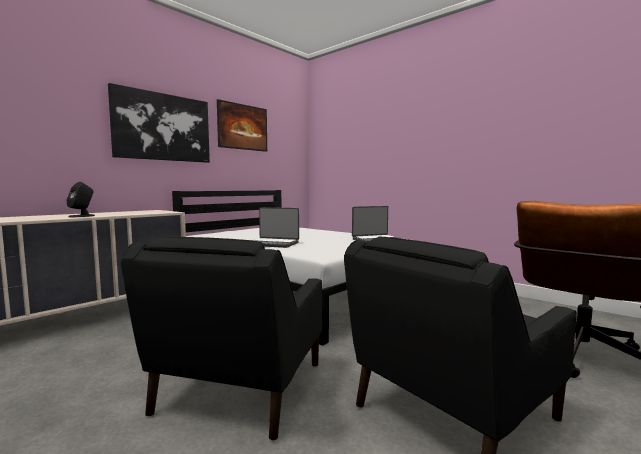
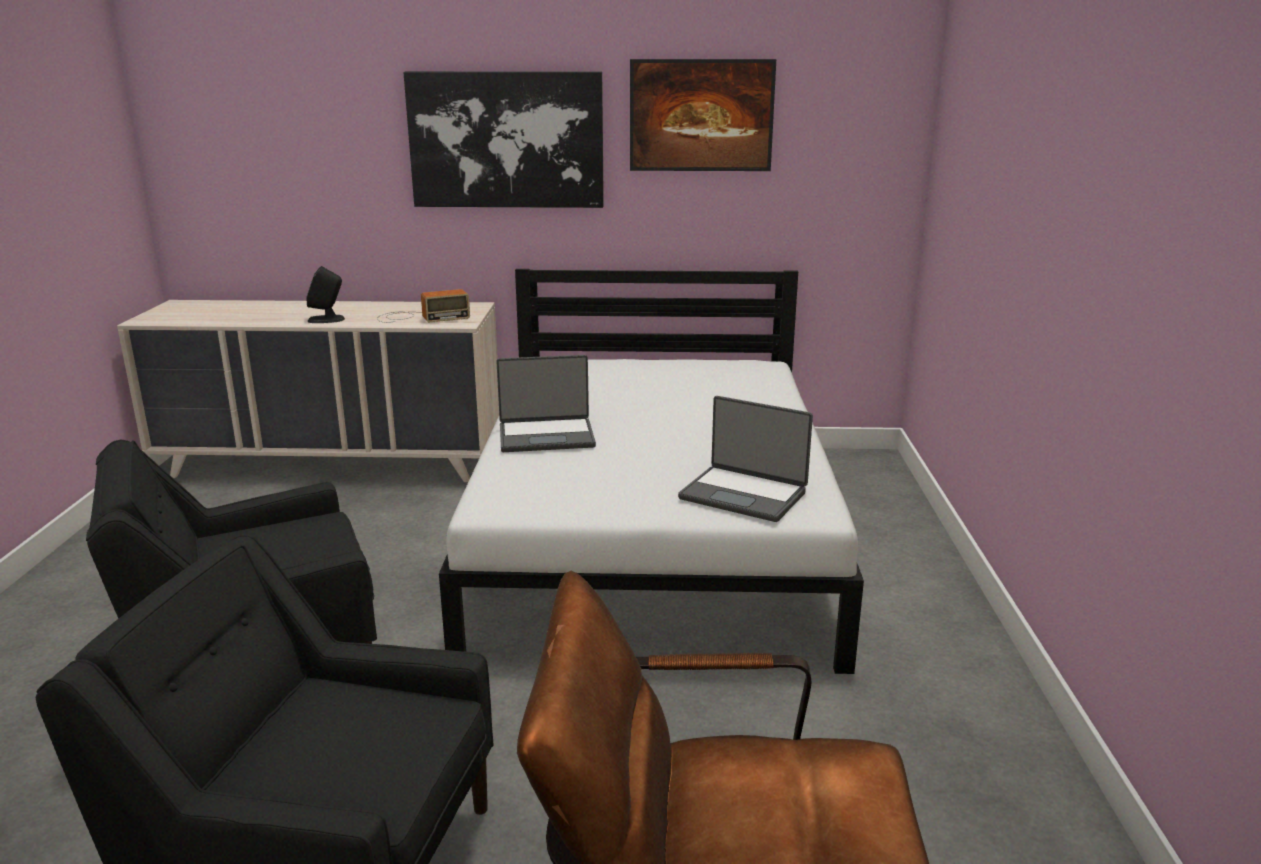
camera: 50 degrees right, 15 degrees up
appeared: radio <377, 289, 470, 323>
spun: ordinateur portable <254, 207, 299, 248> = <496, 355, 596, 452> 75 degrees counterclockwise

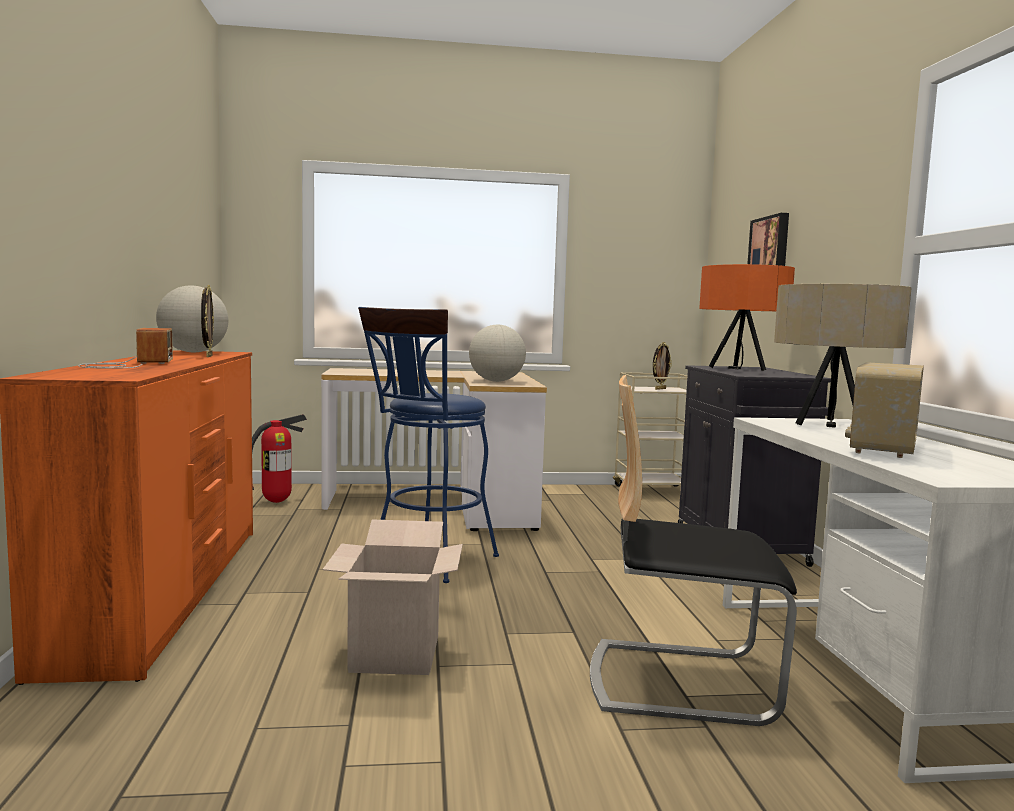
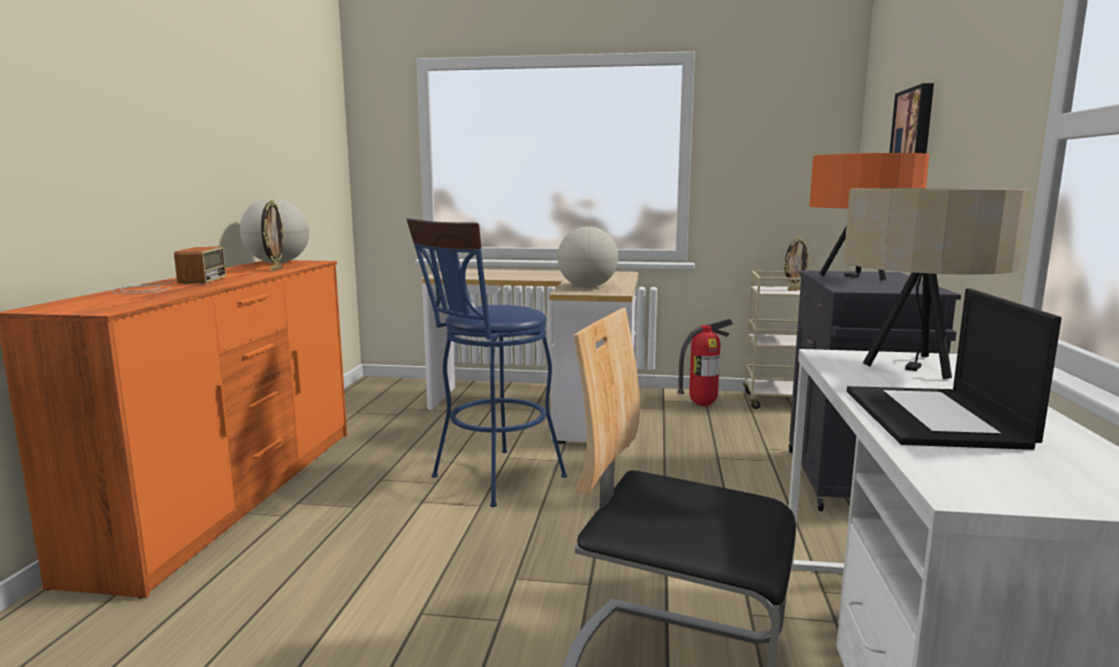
camera: 15 degrees right, 5 degrees up
missing: carton <323, 519, 463, 675>
relocated: extincteur <252, 414, 307, 503> to <677, 319, 733, 406>
exchanged: radio <845, 362, 924, 458> to ordinateur portable <847, 289, 1061, 450>

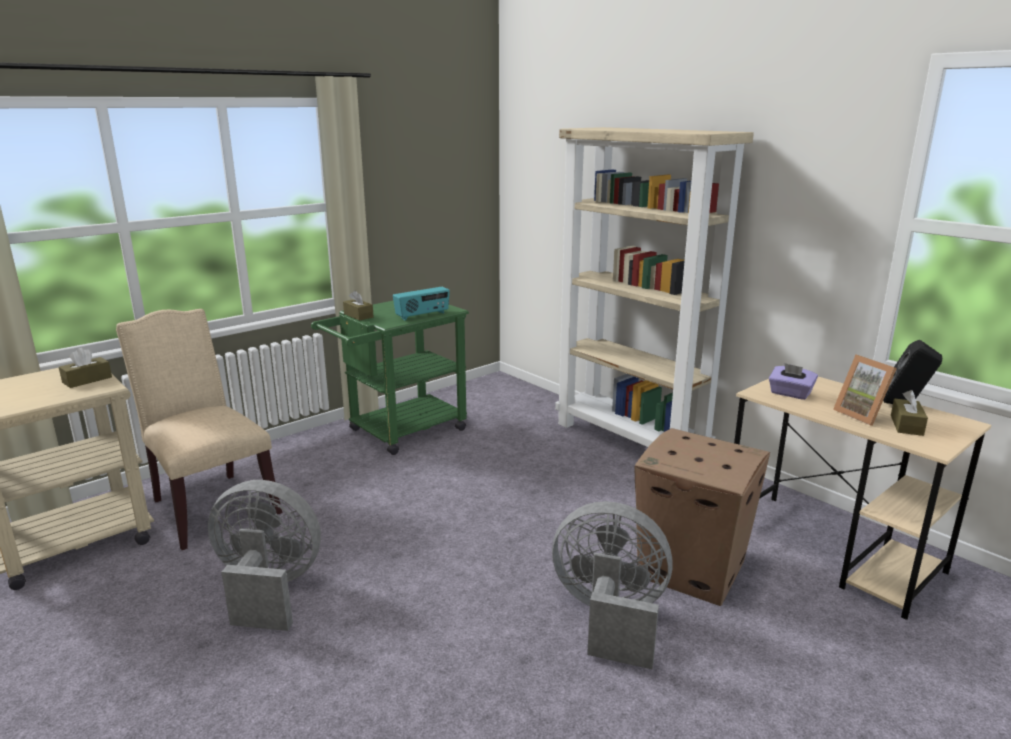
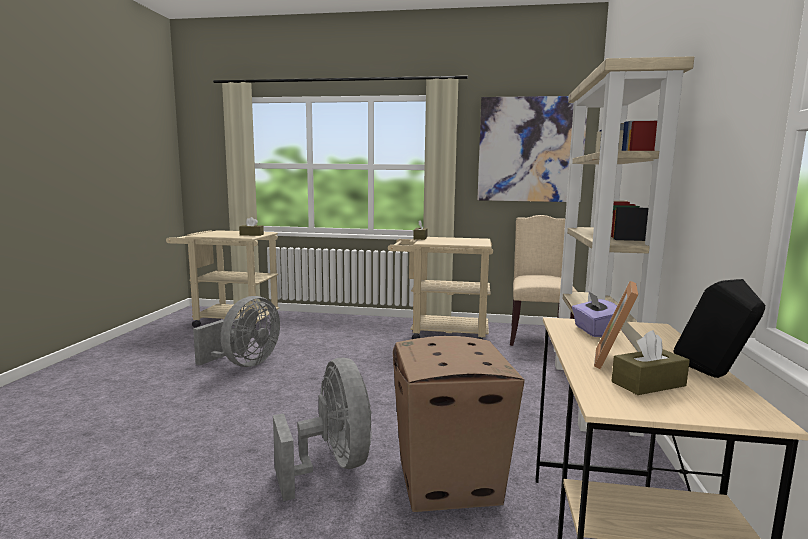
camera: 50 degrees right, 10 degrees down
missing: radio <393, 287, 450, 321>
appeared: tableau <477, 96, 588, 202>
relocated: chaise (beige) <116, 309, 283, 550> to <510, 215, 577, 346>
colour: chariot (vert) <311, 301, 469, 455> to chariot (beige) <388, 237, 493, 339>
spun: ventilateur (gris) <208, 480, 321, 631> = <193, 296, 280, 367> 60 degrees clockwise

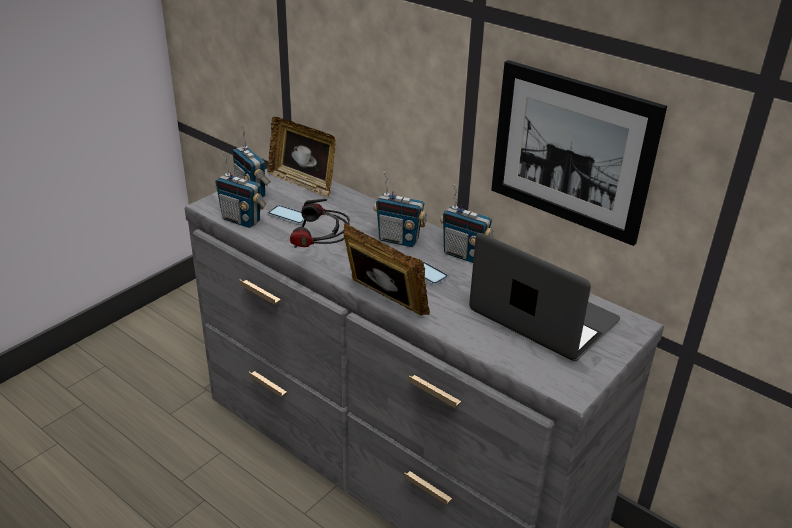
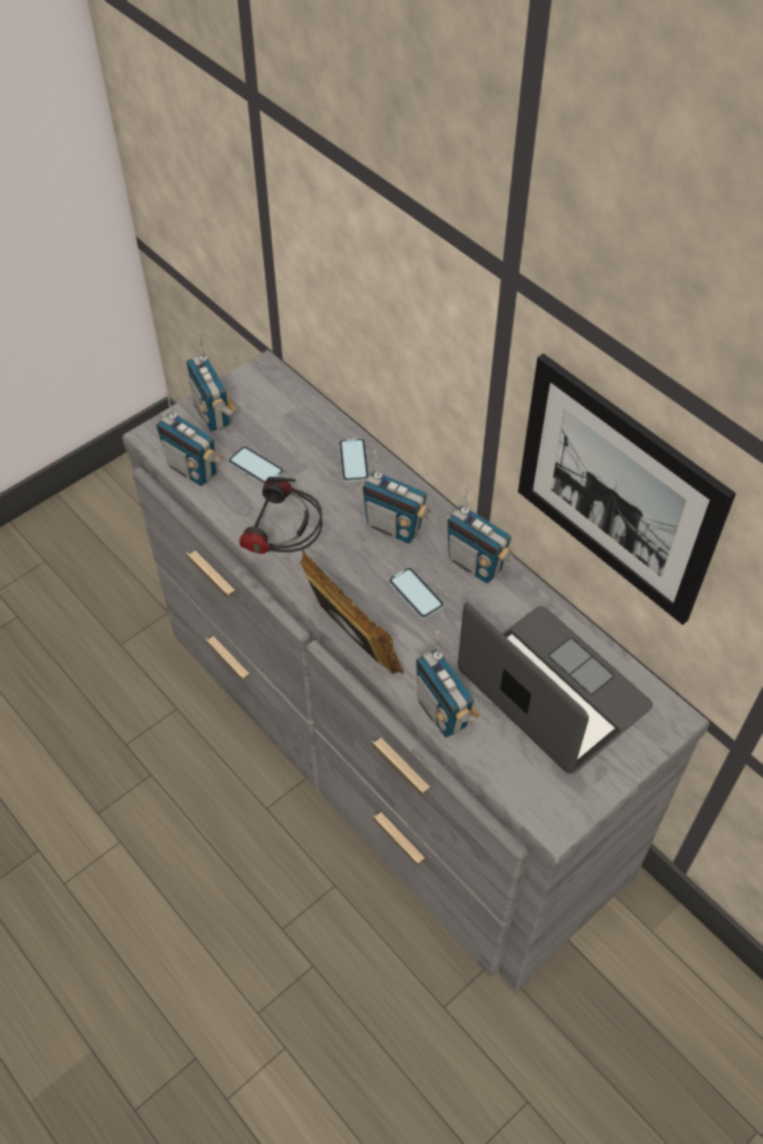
camera: 10 degrees right, 20 degrees up
missing: cadre photo <267, 117, 336, 198>
appeared: téléphone <338, 438, 370, 482>; radio <416, 631, 479, 738>

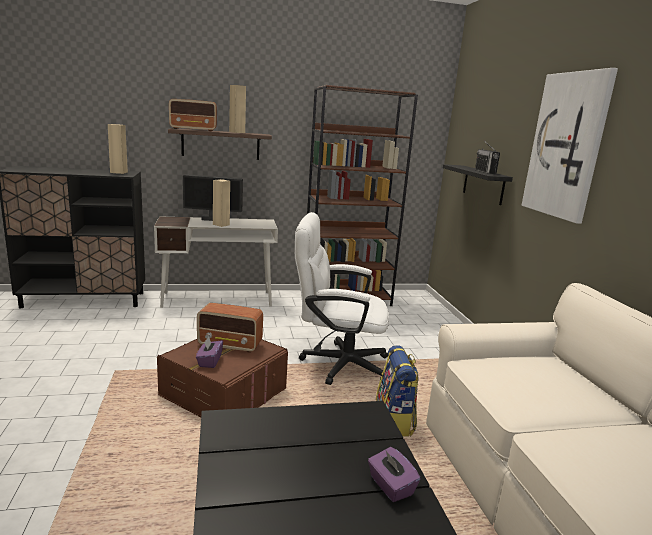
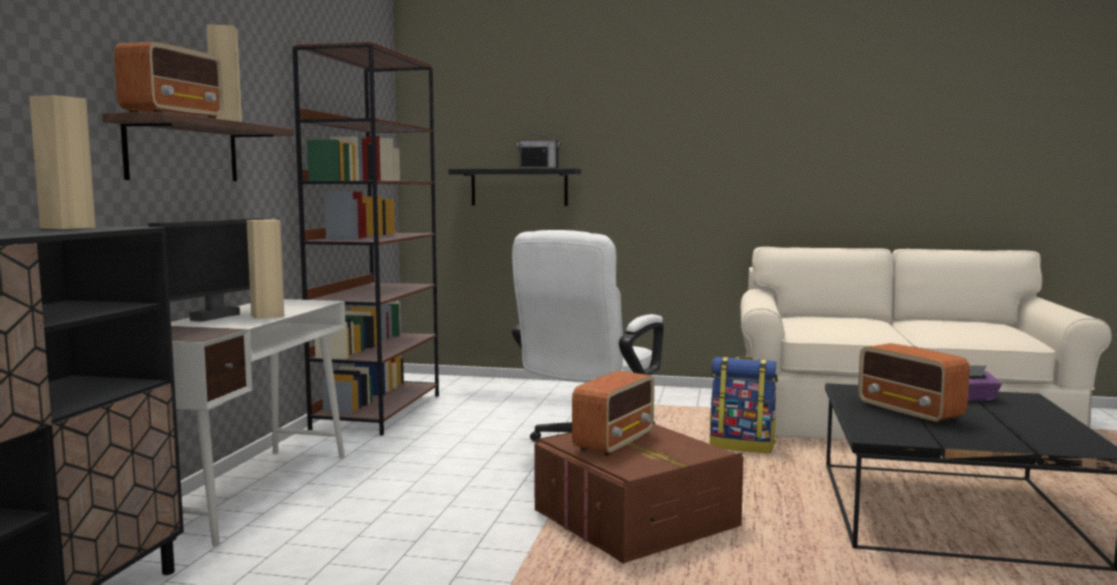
camera: 65 degrees left, 10 degrees down
missing: boîte à mouchoirs (violet) <196, 337, 223, 368>; tableau <521, 68, 618, 224>
appeared: radio <858, 343, 970, 424>

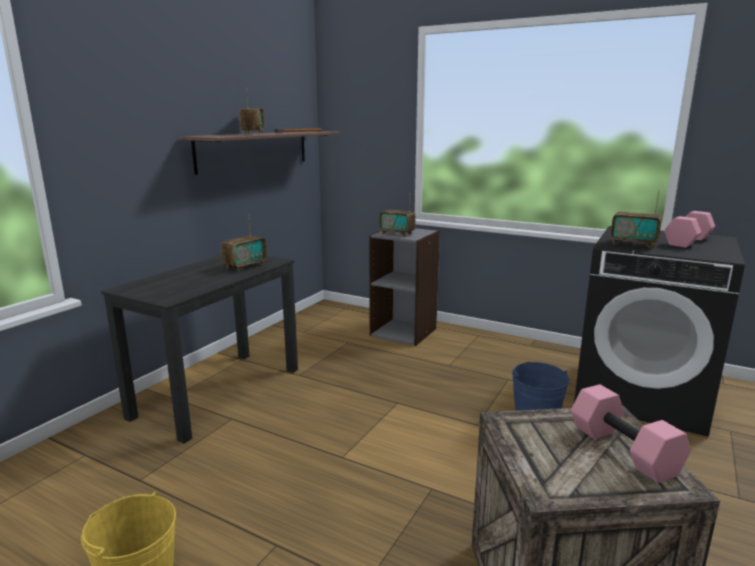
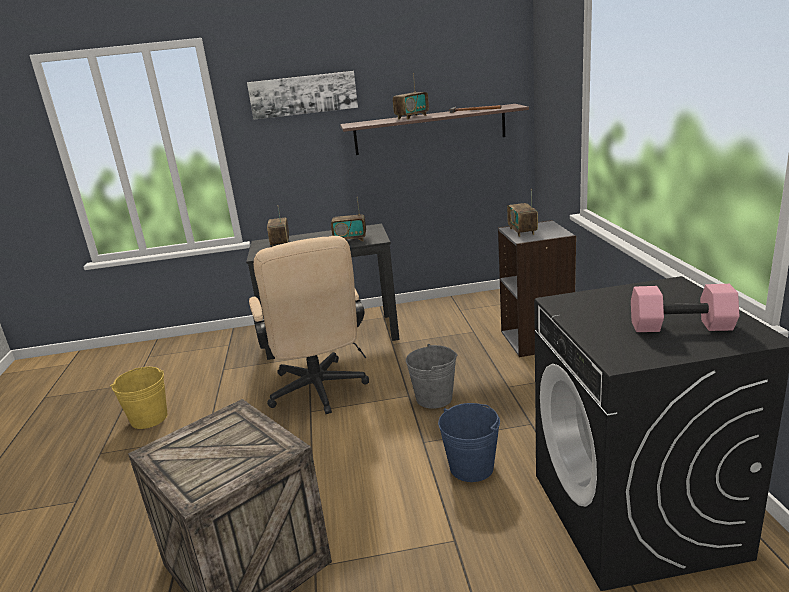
camera: 55 degrees right, 5 degrees up
missing: haltère (rose) <571, 384, 691, 483>
appeared: tableau <247, 71, 358, 120>; chaise de bureau (beige) <249, 236, 369, 414>; seau (gris) <406, 344, 457, 409>
relocated: radio <610, 190, 662, 248> to <267, 205, 289, 247>

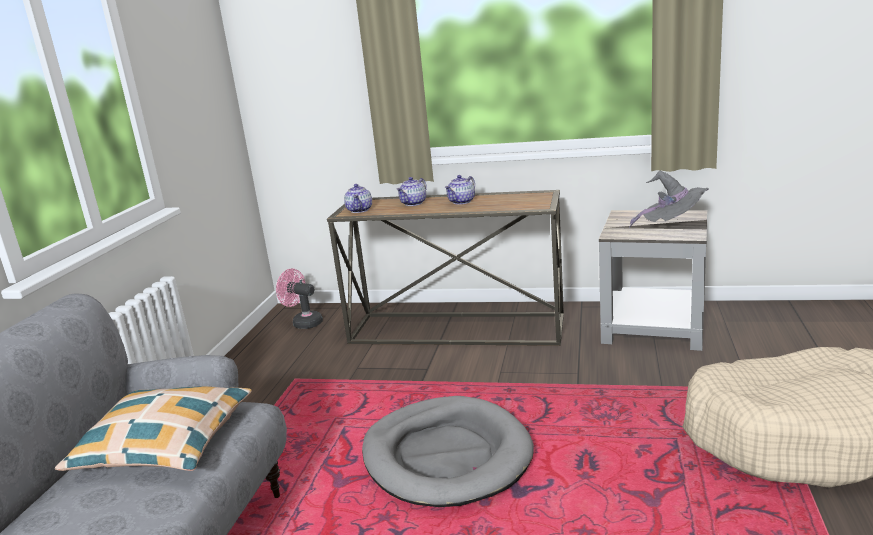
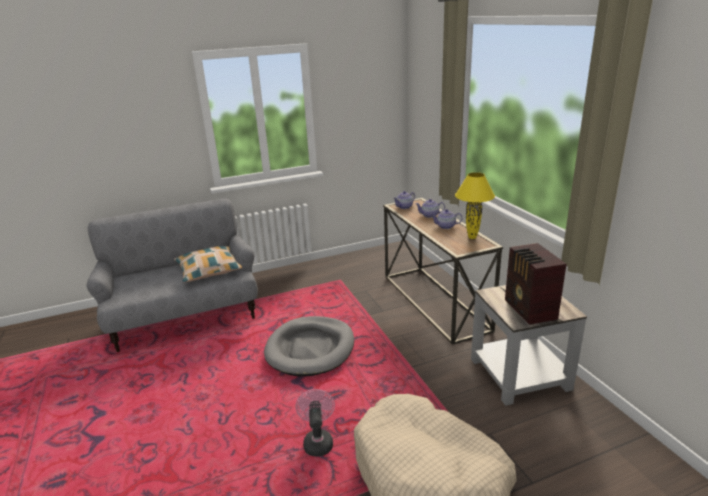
camera: 55 degrees right, 5 degrees up
appeared: lampe de table (jaune) <455, 172, 495, 239>
relocated: ventilateur (rose) <276, 268, 323, 329> to <296, 389, 335, 456>
exchanged: chapeau (gris) <629, 171, 709, 227> to radio <505, 243, 566, 325>

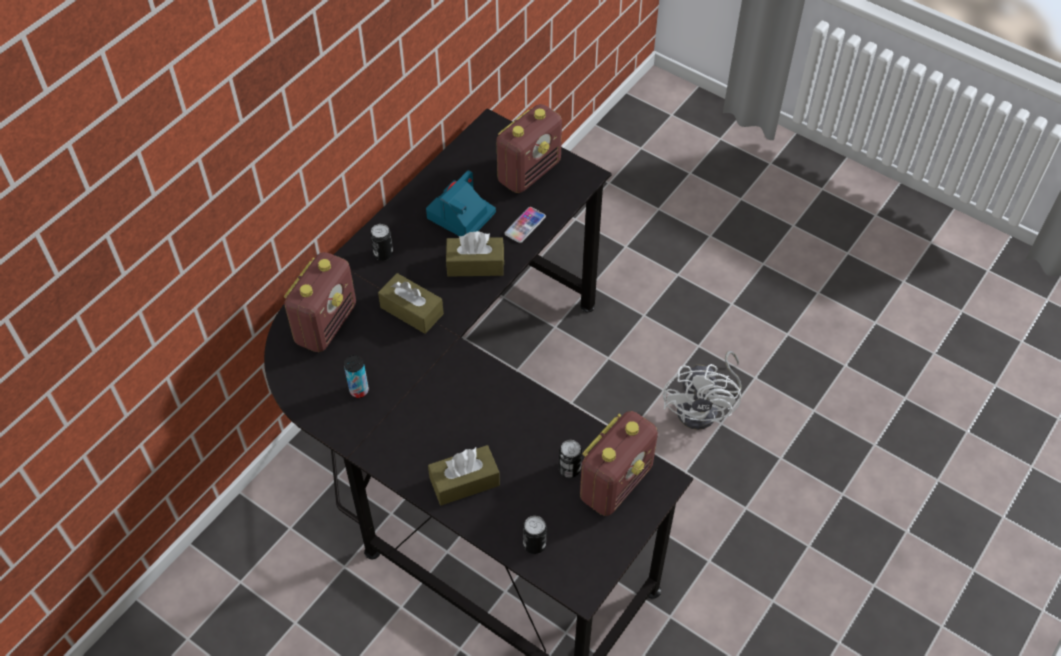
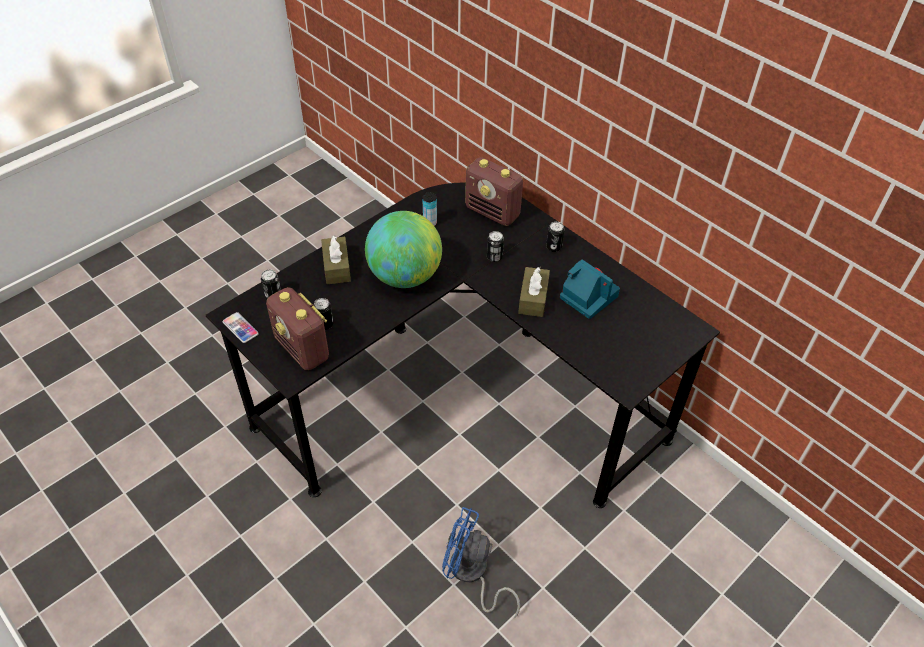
camera: 100 degrees right, 5 degrees down
missing: radio <496, 104, 562, 193>
appeared: globe <365, 211, 442, 288>
relocated: téléphone <505, 207, 546, 243> to <223, 312, 259, 343>
exchanged: boîte à mouchoirs (marron) <378, 273, 444, 334> to boîte métallique <487, 231, 504, 262>
colour: ventilateur (blanc) <663, 351, 742, 430> to ventilateur (bleu) <442, 507, 520, 618>

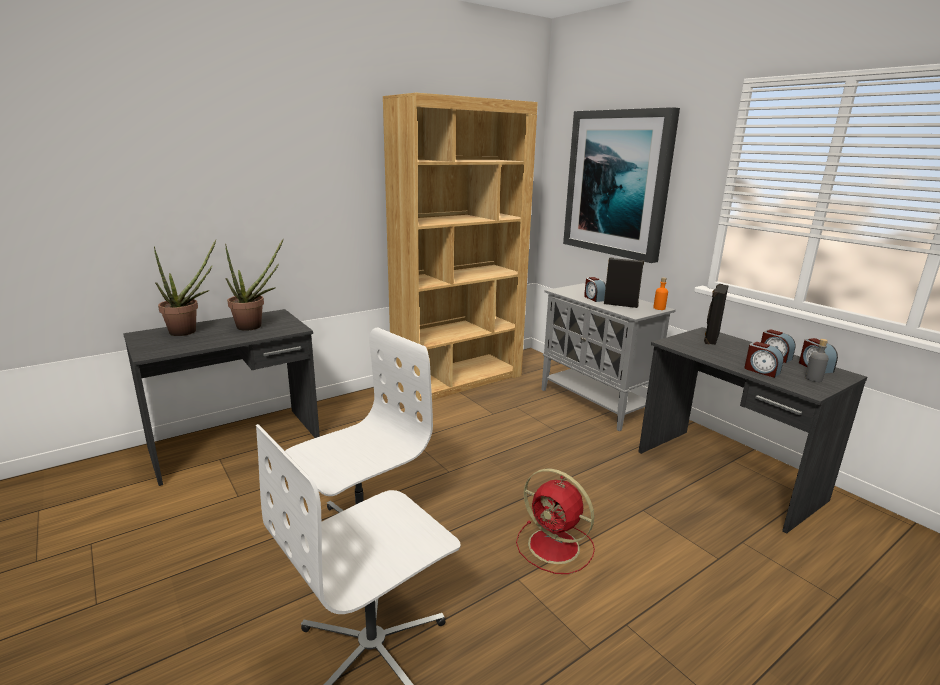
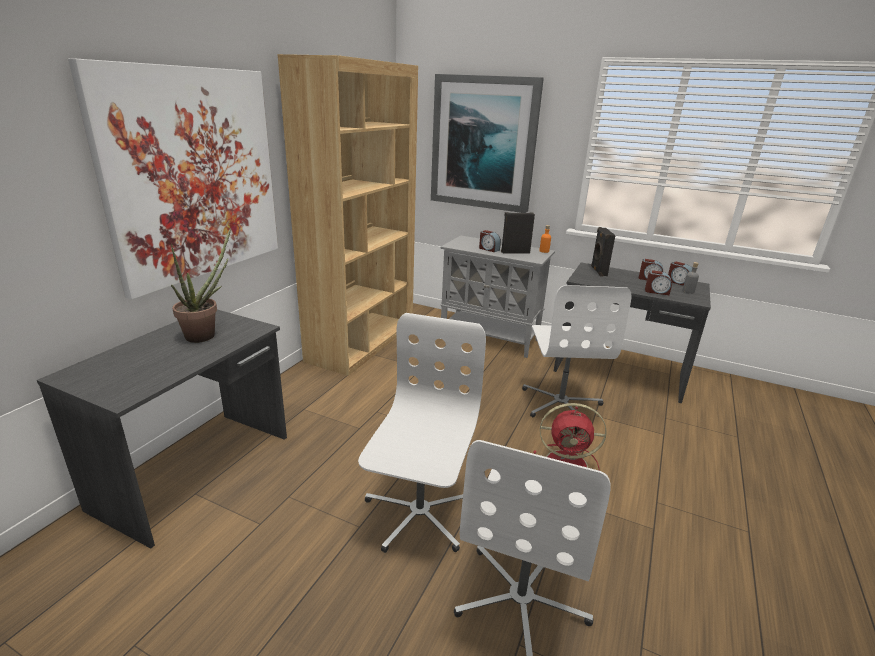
camera: 30 degrees left, 5 degrees up
missing: plante en pot <154, 240, 216, 336>
appeared: tableau <68, 58, 278, 299>; chaise de bureau (blanc) <522, 285, 631, 417>

